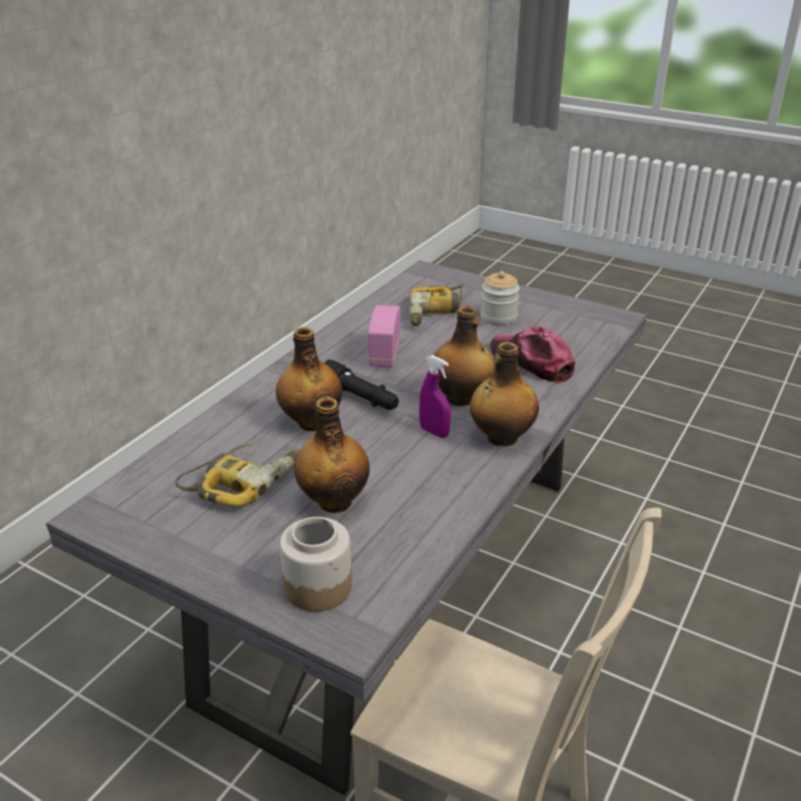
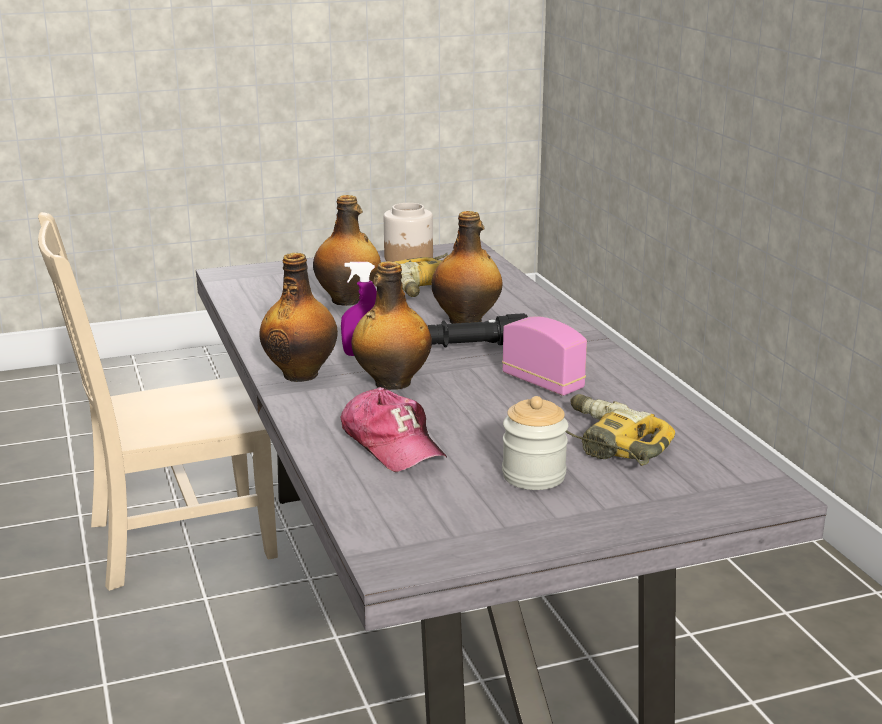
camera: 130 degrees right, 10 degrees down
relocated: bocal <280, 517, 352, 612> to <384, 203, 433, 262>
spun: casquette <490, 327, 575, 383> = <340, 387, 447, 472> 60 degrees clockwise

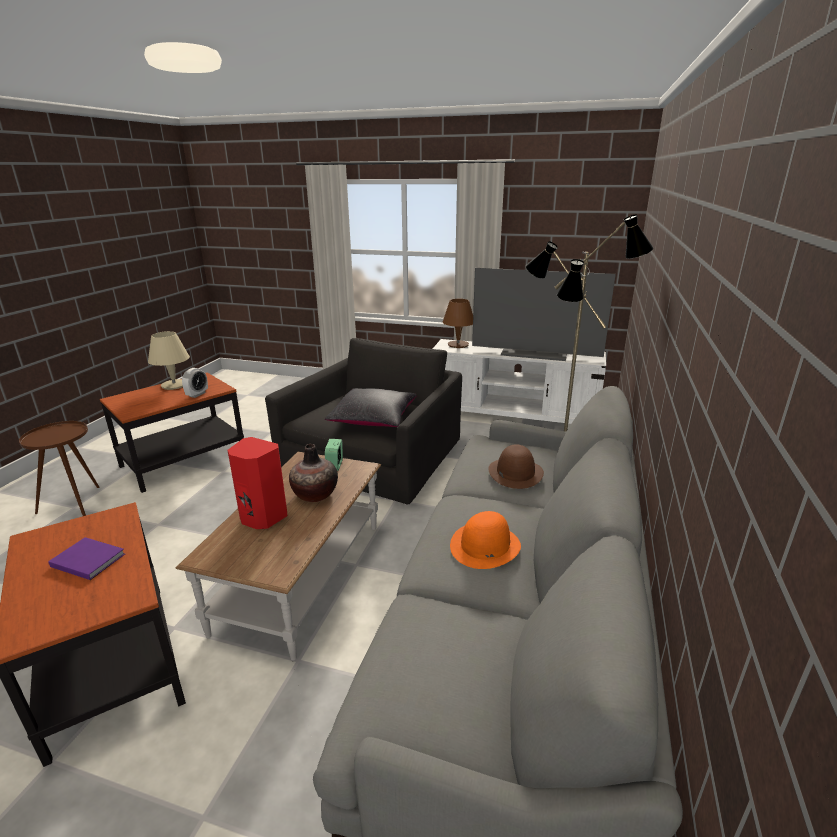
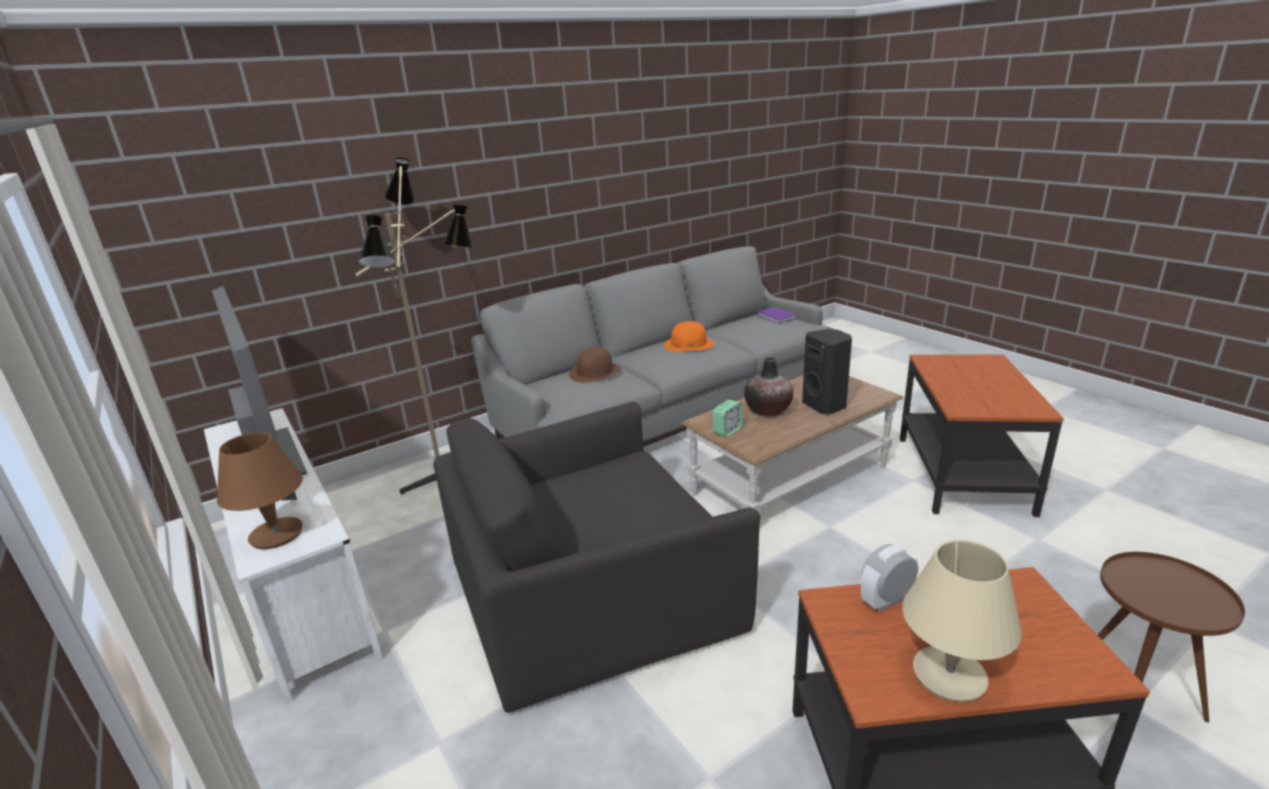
camera: 140 degrees left, 0 degrees up
missing: coussin (noir) <325, 388, 417, 427>
relocated: livre (violet) <48, 537, 125, 580> to <757, 307, 797, 324>
colour: enceinte (rouge) <228, 437, 287, 529> to enceinte (noir) <802, 329, 852, 415>

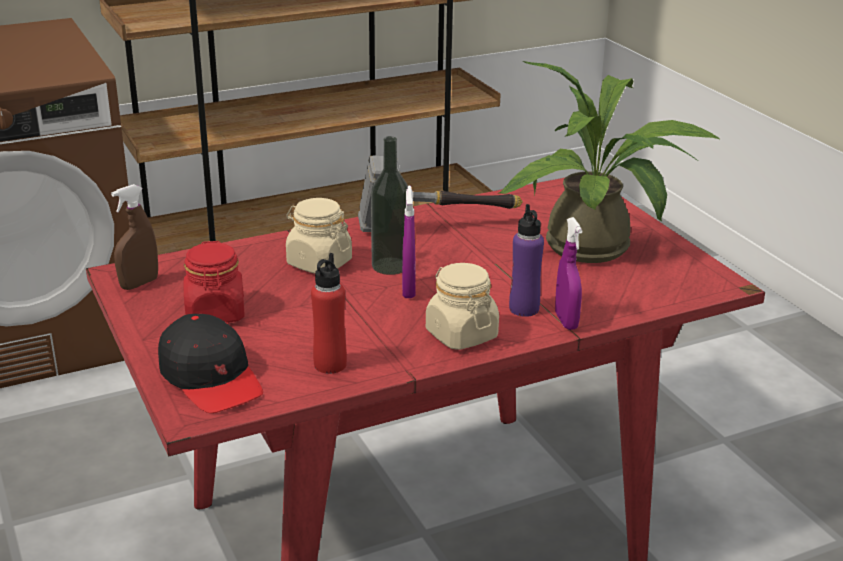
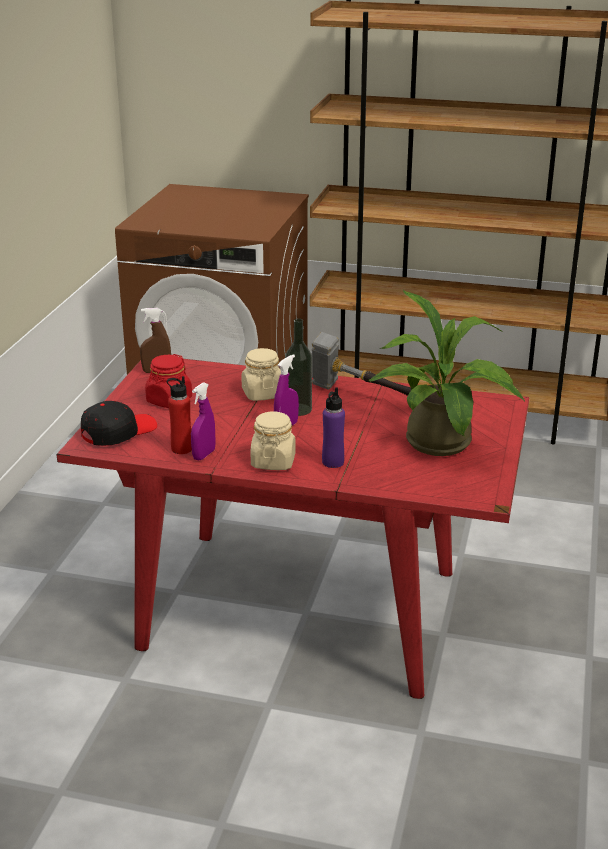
camera: 40 degrees right, 0 degrees up
relocated: vaporisateur (violet) <555, 217, 583, 330> to <191, 382, 216, 460>
spun: casquette (noir) <158, 314, 263, 413> = <81, 401, 157, 446> 135 degrees counterclockwise

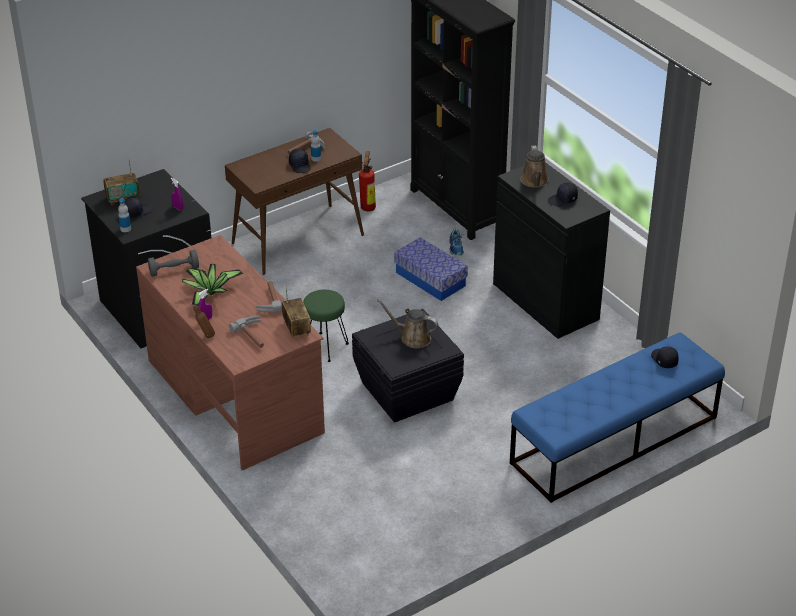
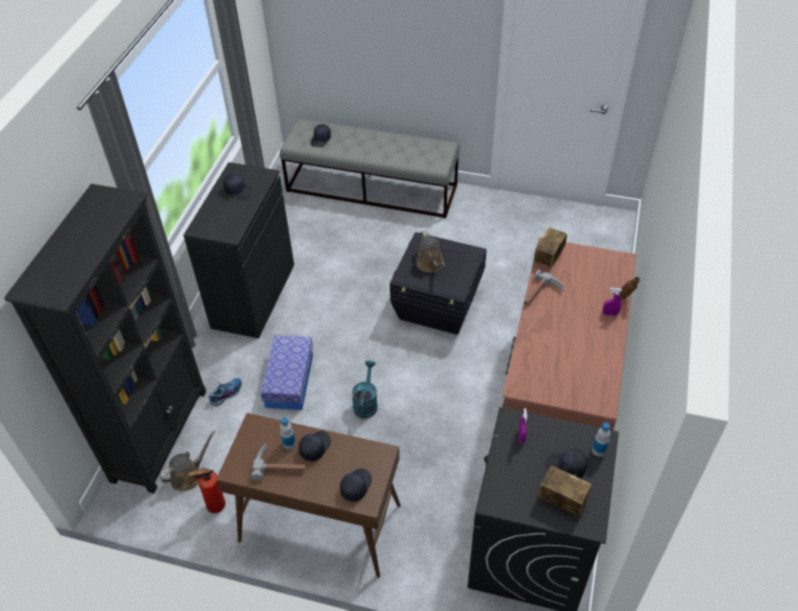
camera: 130 degrees left, 10 degrees up
missing: haltère (gris) <148, 250, 199, 277>; plante en pot <182, 264, 243, 306>; marteau <229, 316, 264, 348>; tabouret (vert) <303, 290, 349, 362>
appeared: casquette (noir) <340, 469, 372, 502>; arrosoir (turquoise) <352, 360, 378, 419>
relocated: arrosoir (marron) <520, 145, 549, 188> to <159, 430, 216, 491>
colour: banc (bleu) <510, 332, 725, 503> to banc (gris) <280, 119, 460, 218>

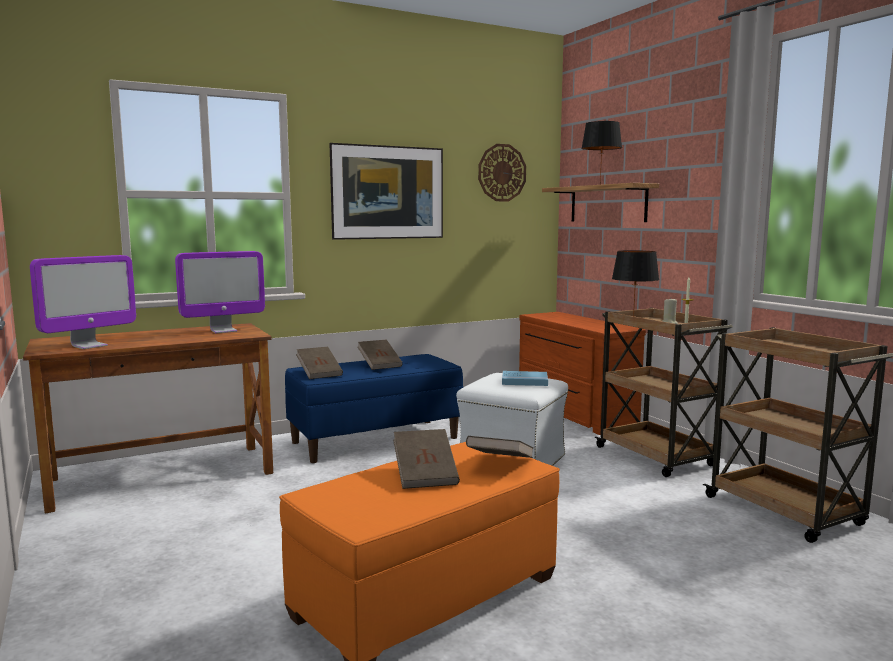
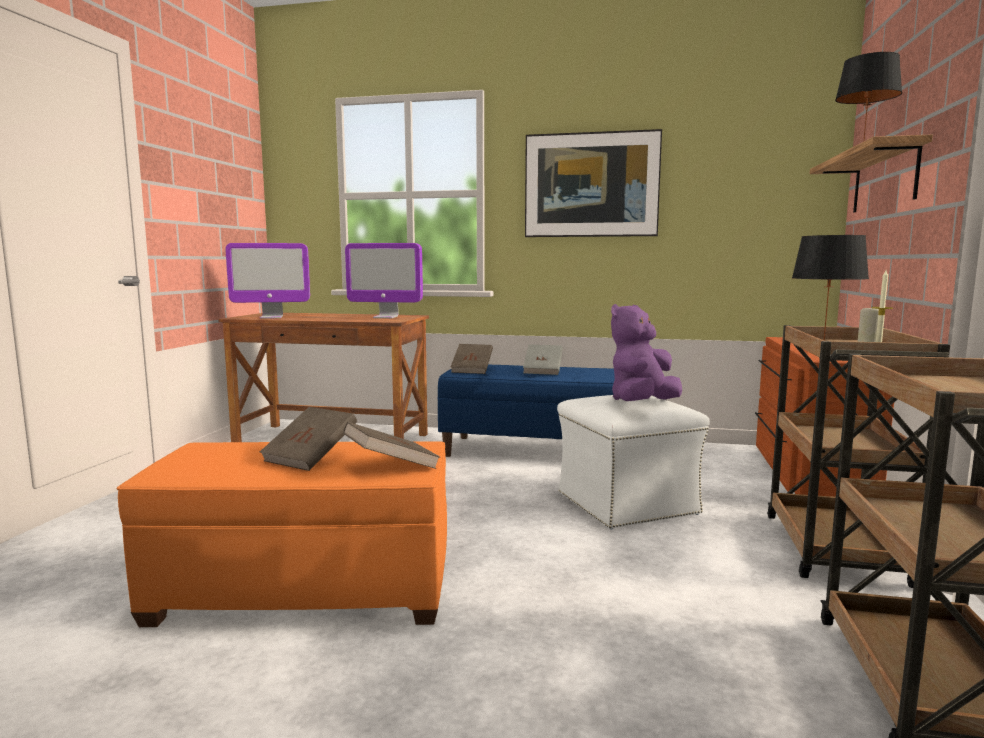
camera: 40 degrees right, 0 degrees up
missing: horloge murale <478, 144, 526, 201>
exchanged: livre (bleu) <502, 371, 548, 386> to peluche (violet) <611, 304, 682, 401>
colour: livre (marron) <358, 340, 403, 370> to livre (gris) <523, 344, 563, 375>

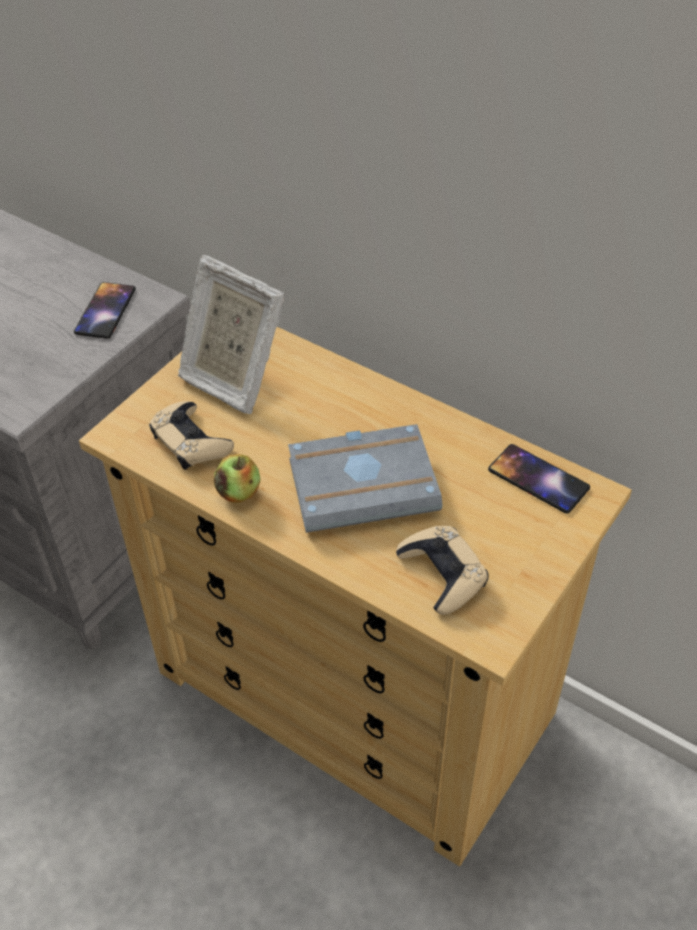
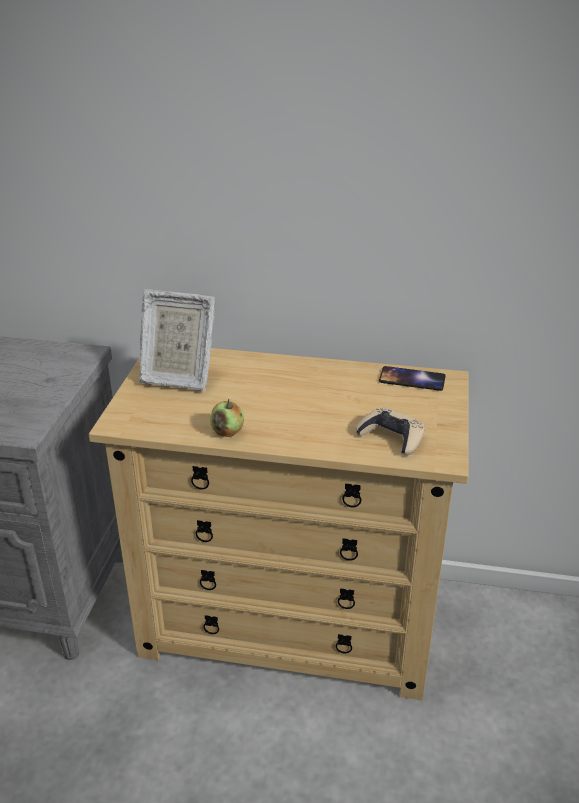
camera: 25 degrees left, 15 degrees down
missing: téléphone <74, 282, 136, 339>; manette (beige) <149, 401, 234, 470>; livre (gris) <288, 424, 442, 533>

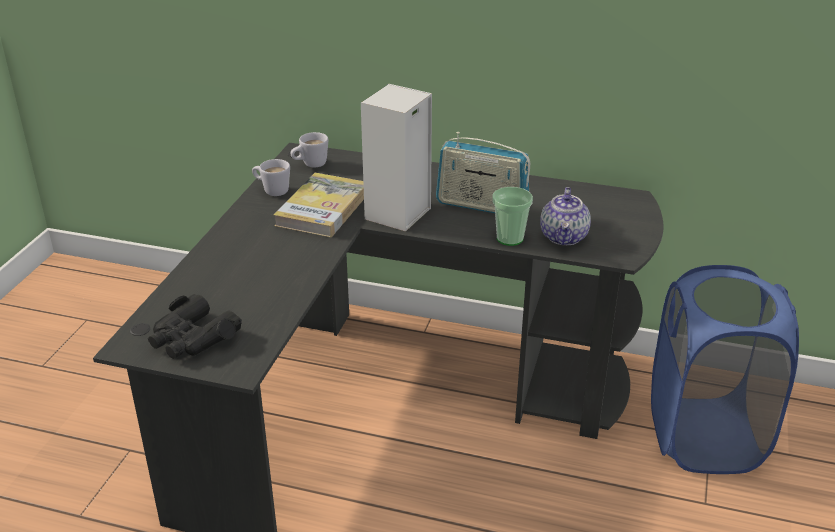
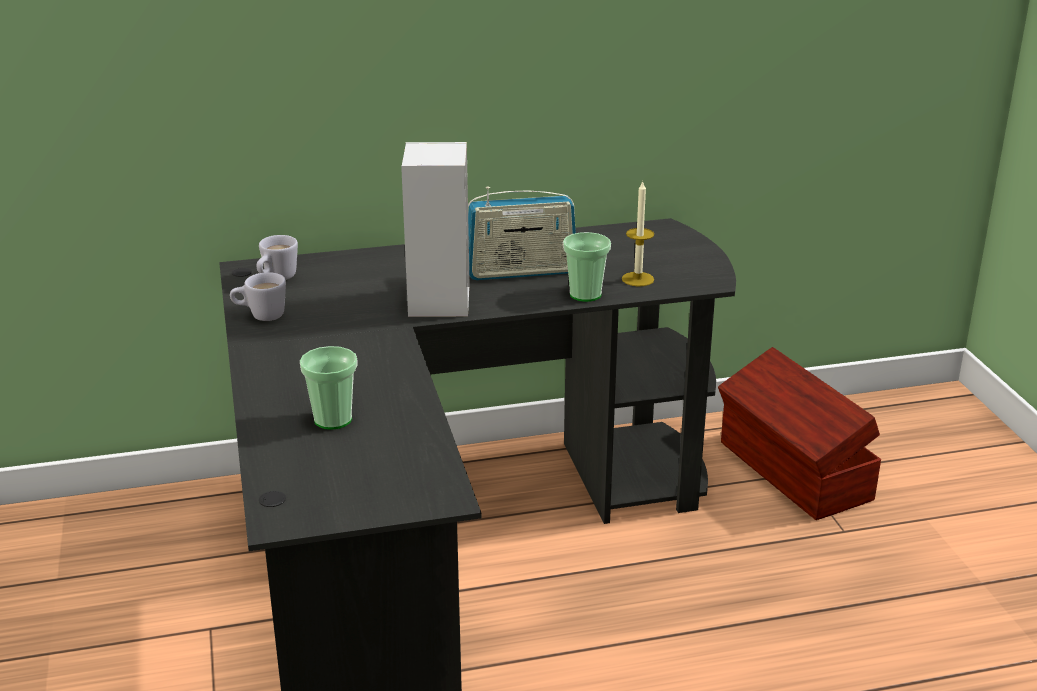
camera: 30 degrees left, 5 degrees down
missing: jumelles (noir) <148, 294, 242, 359>; livre <274, 173, 364, 238>
appeared: tasse <300, 346, 358, 430>
exchanged: théière <540, 187, 591, 245> to bougie <622, 181, 654, 287>; panier à linge (bleu) <651, 265, 799, 474> to boîte de rangement (marron) <718, 347, 881, 520>

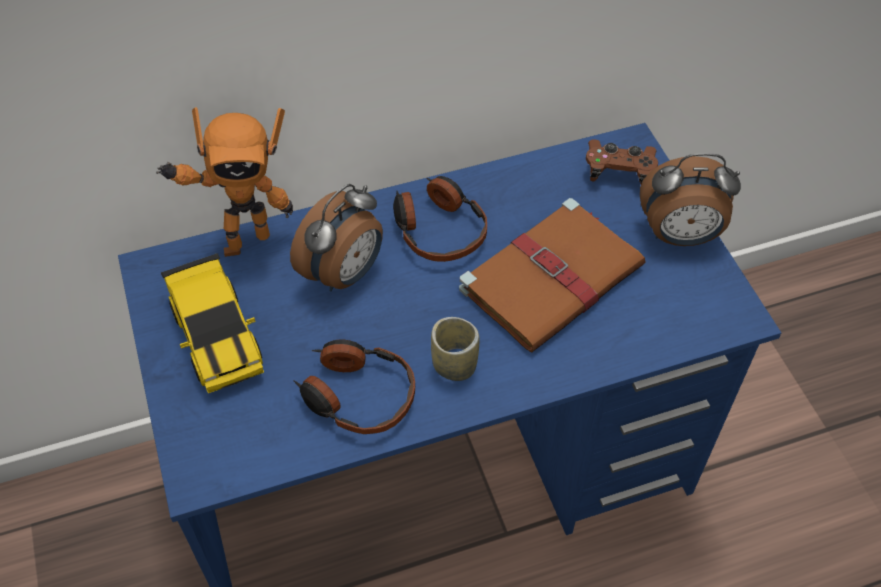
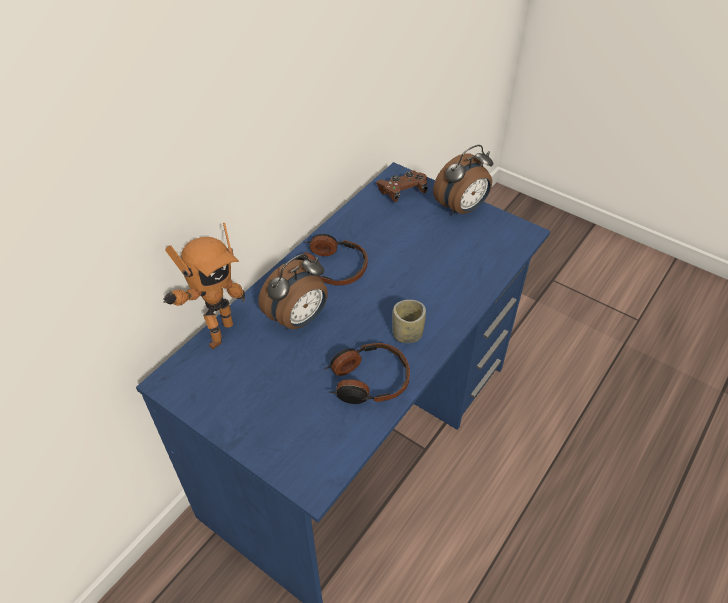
camera: 35 degrees left, 5 degrees down
missing: petite voiture <161, 253, 264, 393>; livre (marron) <459, 198, 646, 353>
spun: réveil <290, 184, 383, 292> = <258, 254, 328, 331> 45 degrees clockwise

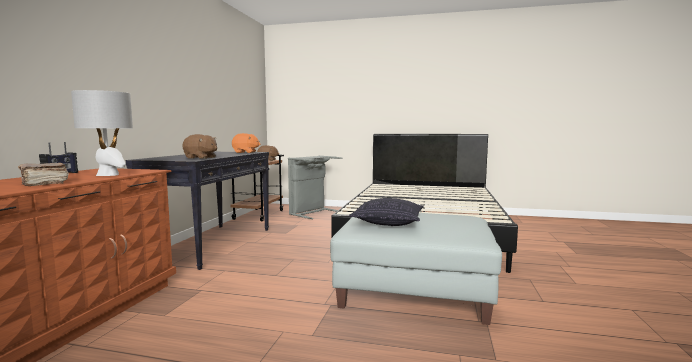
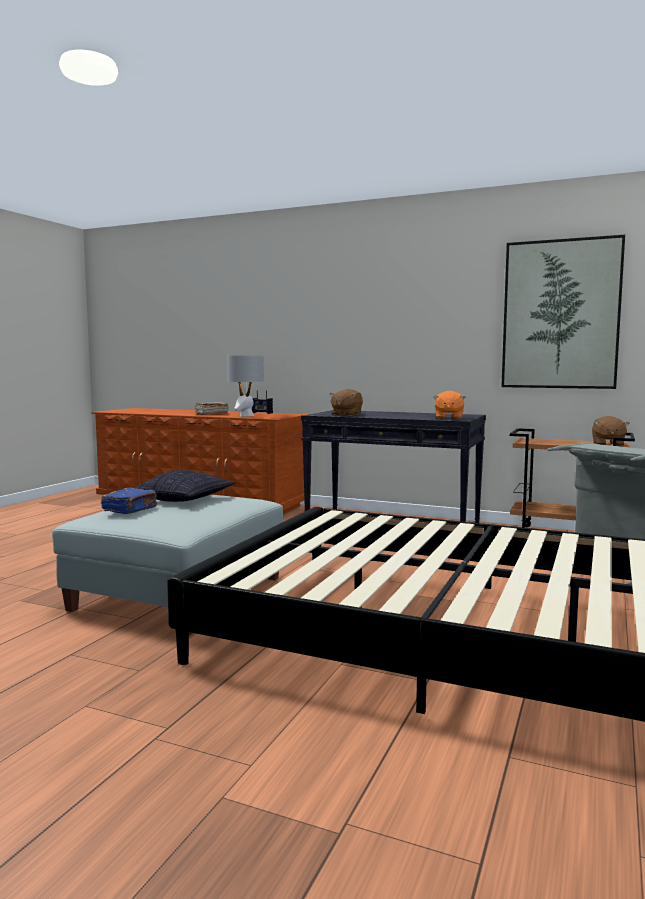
camera: 100 degrees right, 0 degrees up
appeared: livre (bleu) <101, 488, 157, 514>; tableau <501, 235, 625, 389>

